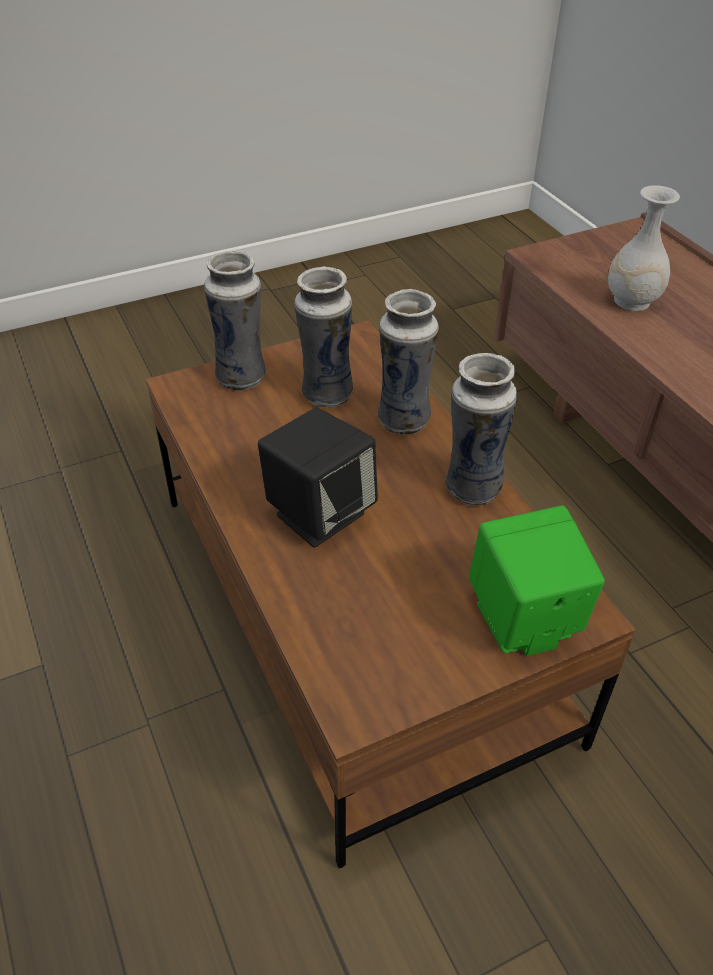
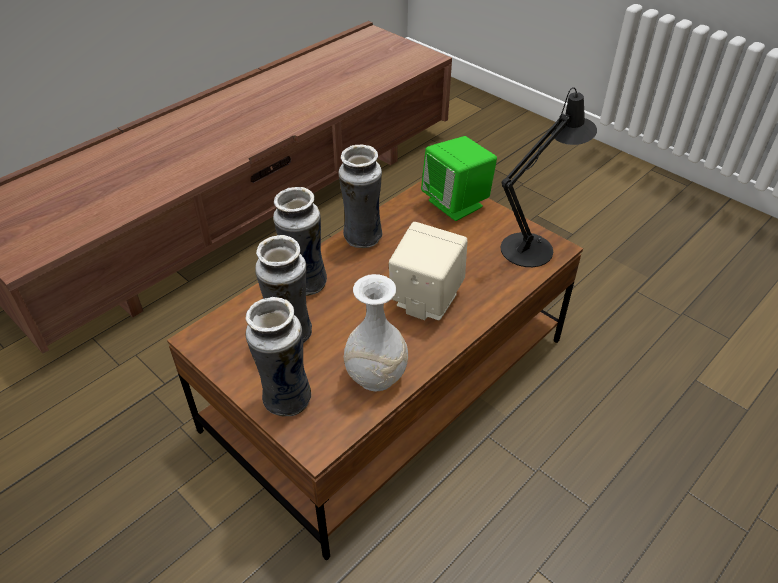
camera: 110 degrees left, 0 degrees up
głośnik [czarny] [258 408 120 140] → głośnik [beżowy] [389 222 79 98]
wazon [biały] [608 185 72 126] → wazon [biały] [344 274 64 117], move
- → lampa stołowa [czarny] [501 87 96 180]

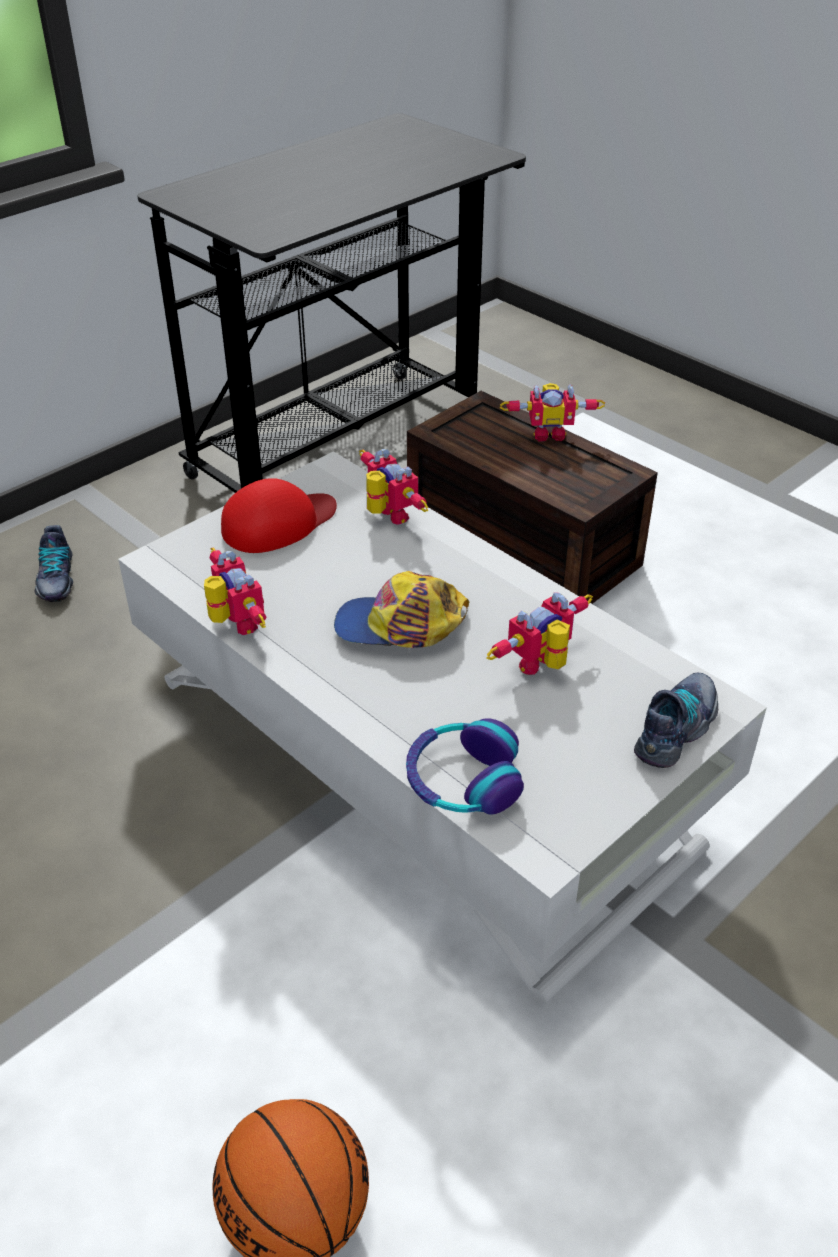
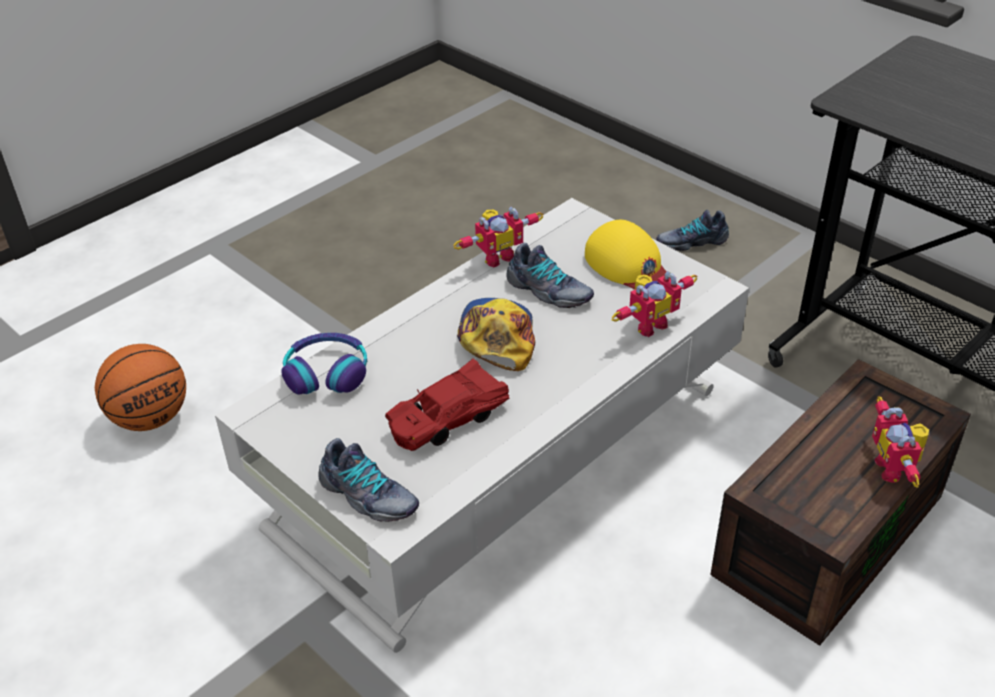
camera: 90 degrees right, 0 degrees up
czapka z daszkiem [czerwony] [221 478 116 75] → czapka z daszkiem [żółty] [585 220 86 70]
robot zabawkowy [487 593 106 82] → samochodzik [czerwony] [385 358 124 93]
- → but [506 243 88 65]

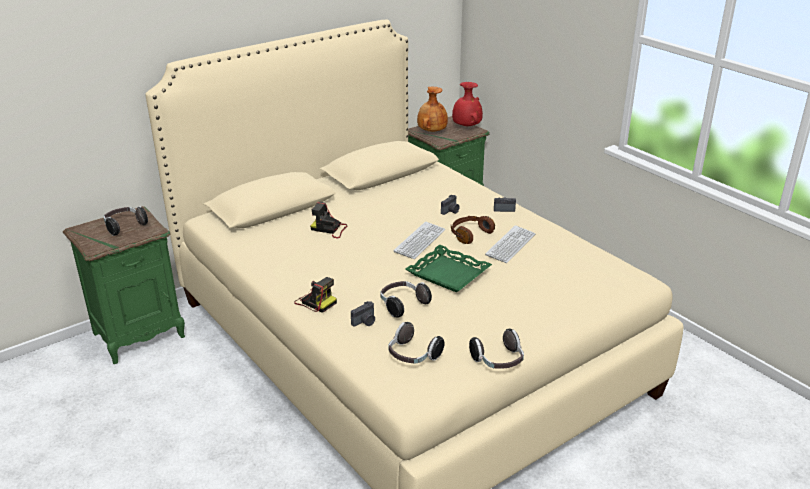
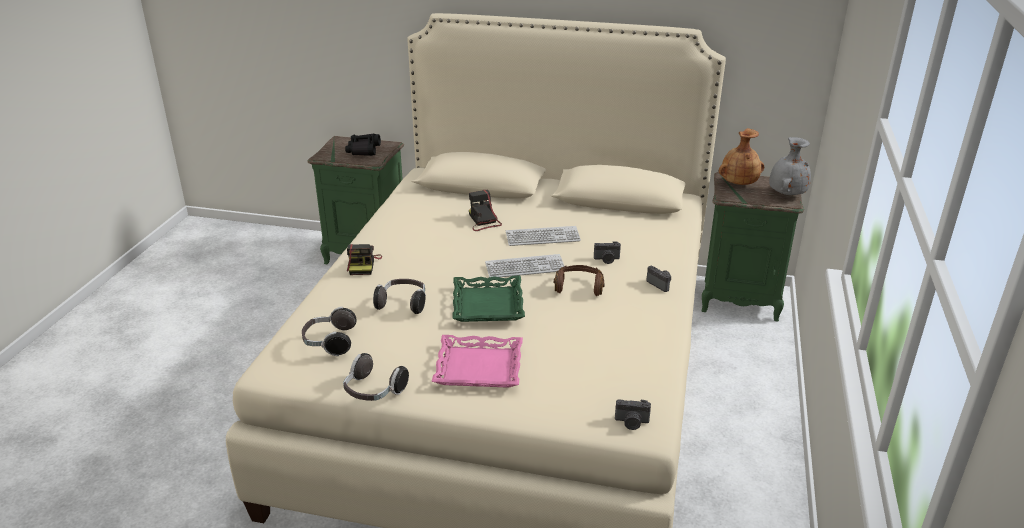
camera: 50 degrees right, 0 degrees up
słuchawki [103 206 45 30] → lornetka [czarny] [345 133 36 23]
aparat fotograficzny [351 301 24 26] → aparat fotograficzny [615 399 36 31], move
wazon [czerwony] [452 82 31 45] → wazon [szary] [769 137 42 58]
klawiatura [485 225 50 38] → klawiatura [506 226 75 20], move
- → taca [różowy] [432 335 91 53]

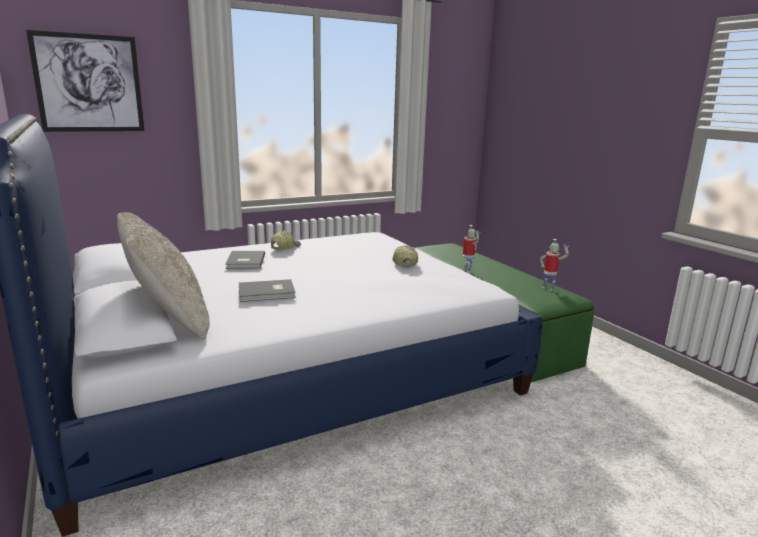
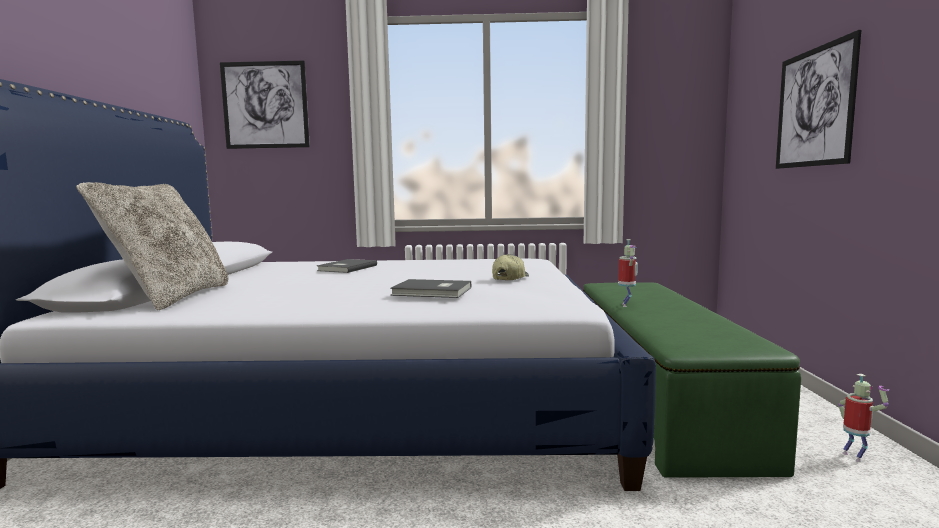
camera: 30 degrees right, 10 degrees down
książka [szary] [239 279 57 23] → książka [szary] [390 279 81 19], move
czapka z daszkiem [271 231 30 19] → -
robot zabawkowy [540 239 29 52] → robot zabawkowy [838 374 51 88], move
- → obraz [776 30 85 139]

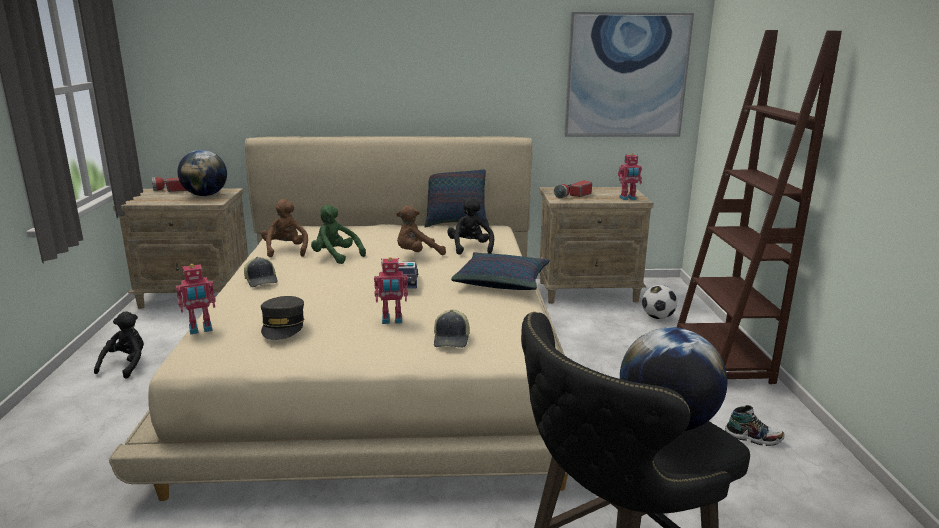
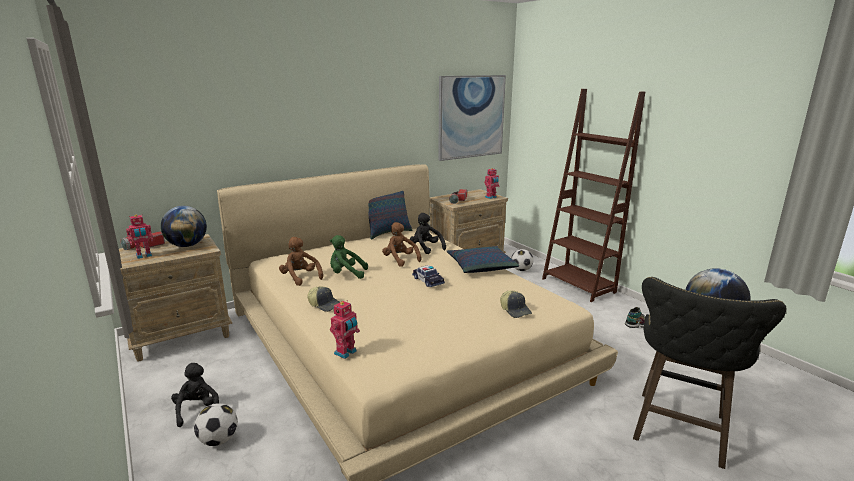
camera: 30 degrees left, 0 degrees up
czapka z daszkiem [szary] [261 296 44 44] → -
robot zabawkowy [374 257 34 67] → robot zabawkowy [126 215 27 44], move
pluszak [brązowy] [396 205 50 50] → pluszak [brązowy] [382 222 40 45], 105 degrees clockwise
- → piłka futbolowa [194 403 44 43]

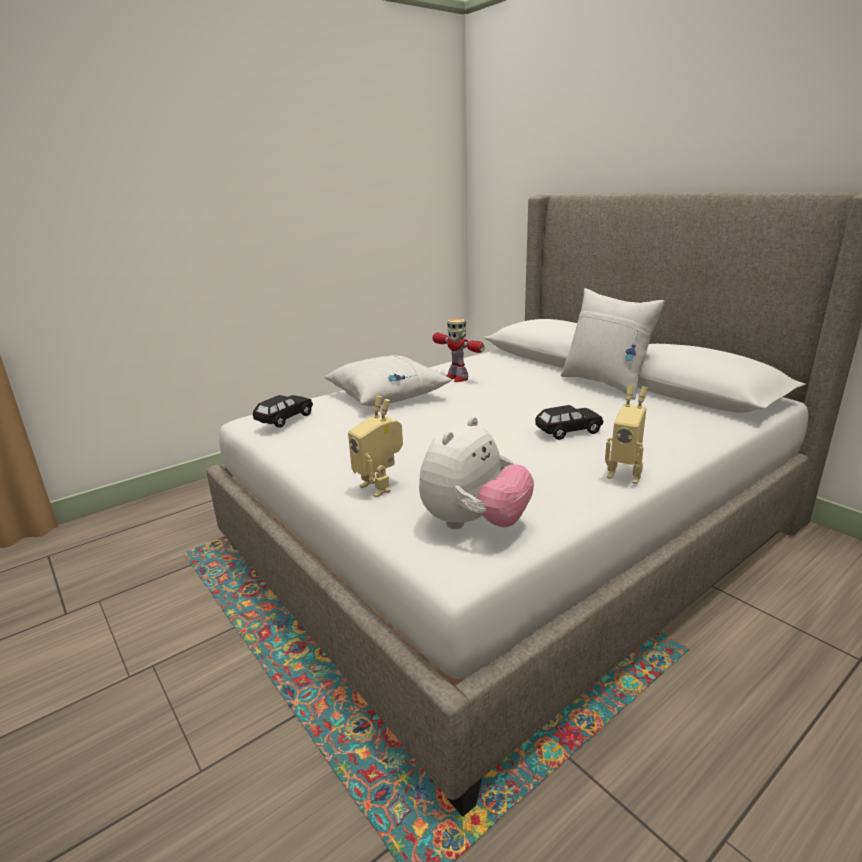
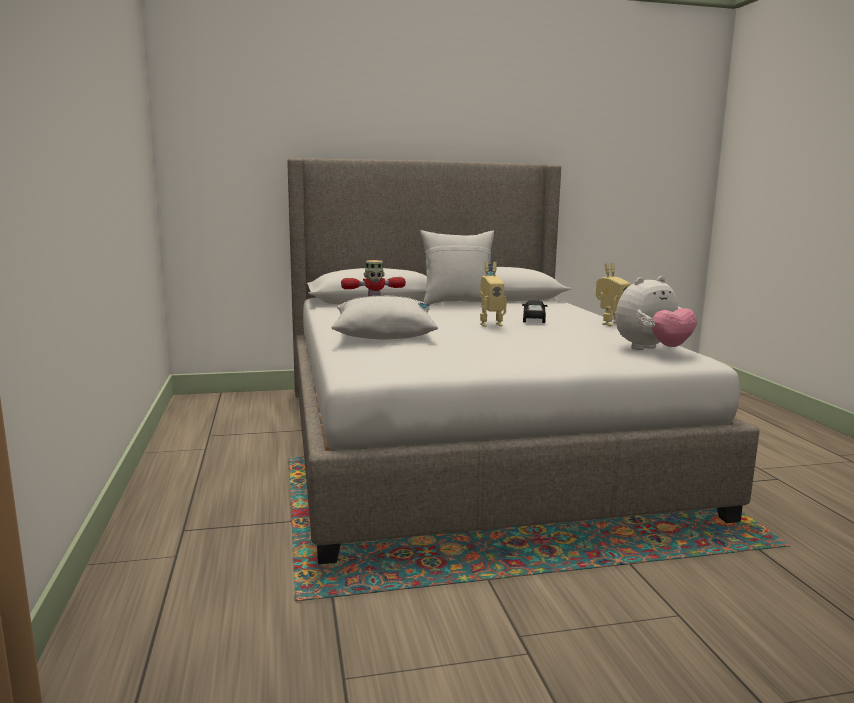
camera: 65 degrees left, 10 degrees down
samochodzik [czarny] [253 395 60 33] → -
robot zabawkowy [348 396 55 101] → robot zabawkowy [480 262 27 65], move
pluszak [419 417 115 112] → pluszak [615 276 82 74], 90 degrees clockwise

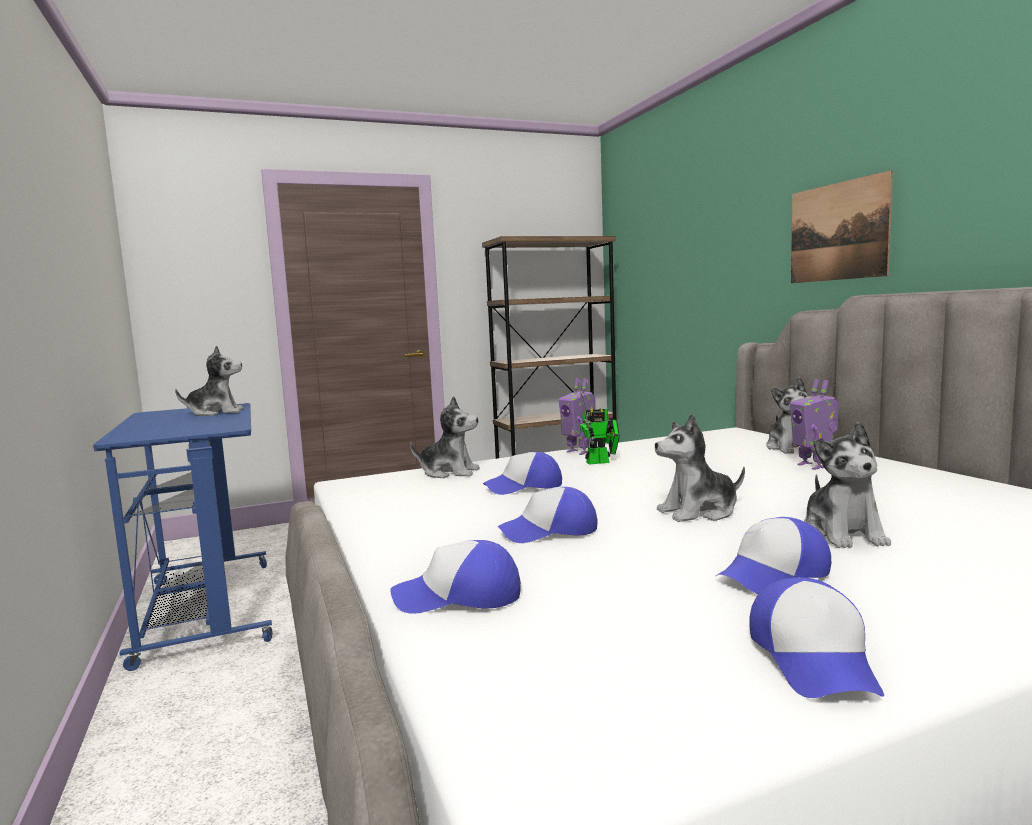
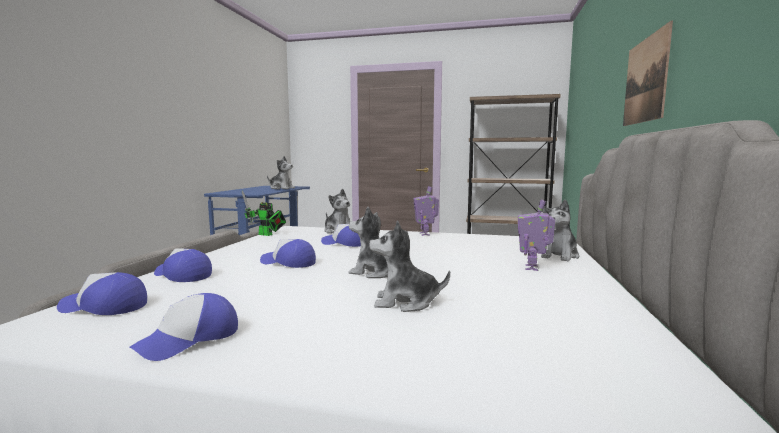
camera: 35 degrees right, 0 degrees up
robot zabawkowy [580 393 40 72] → robot zabawkowy [242 191 44 45], move
czapka z daszkiem [716 517 115 77] → czapka z daszkiem [57 272 90 43], move
pluszak [804 422 87 126] → pluszak [369 220 81 92], 60 degrees clockwise

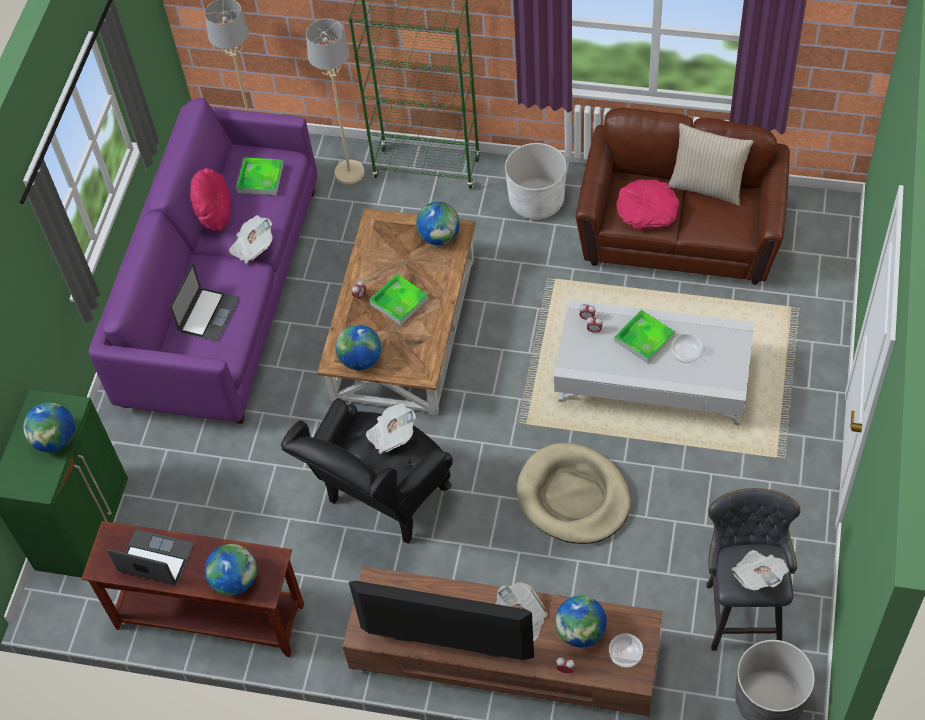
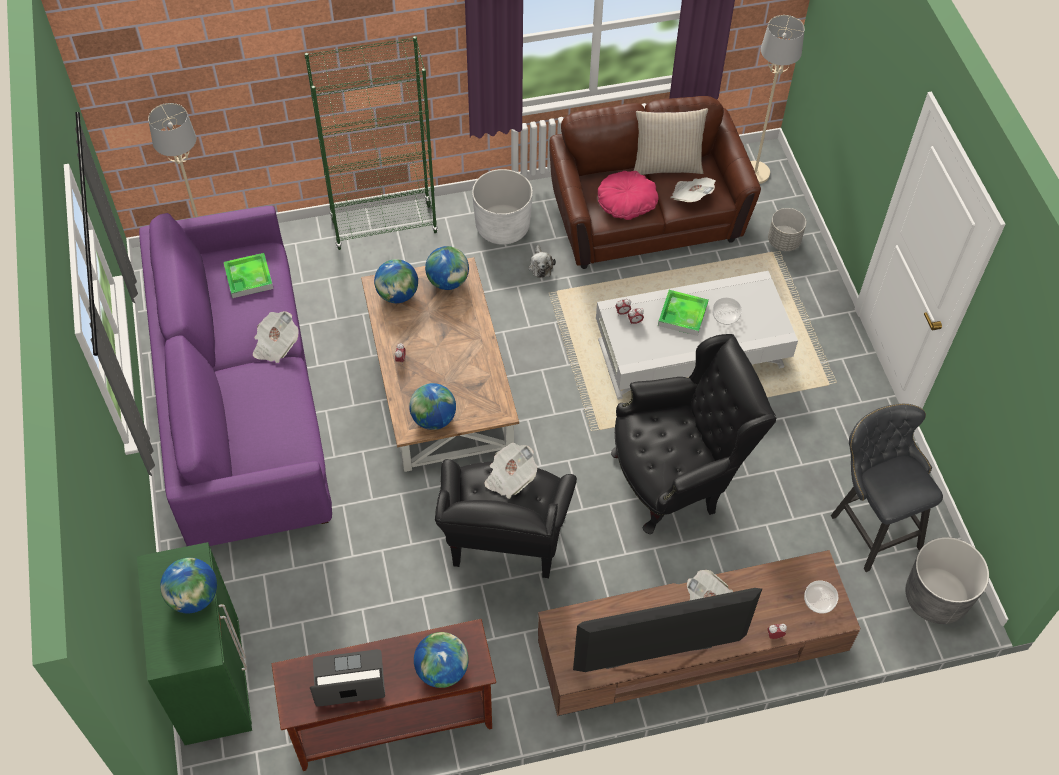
camera: 30 degrees left, 0 degrees up
laptop [170 264 69 77] → -
poduszka [różowy] [190 168 41 63] → -
lampa stojąca [beżowy] [306 18 59 166] → lampa stojąca [beżowy] [751 15 54 169], move
taca [369 274 59 52] → -
legowisko [beżowy] [517 443 114 101] → fotel [czarny] [611 334 165 200]
globus [555 595 52 52] → globus [374 259 44 44], move
gazeta [731 550 58 40] → gazeta [670 177 46 25], move
- → pluszak [528 244 28 34]
- → donica [szary] [768 208 38 43]

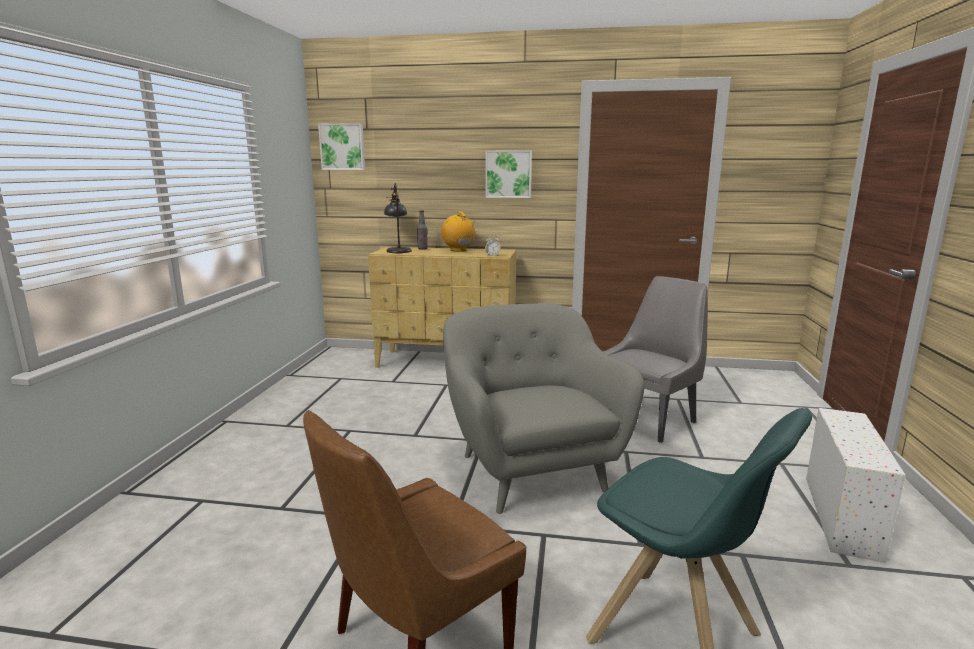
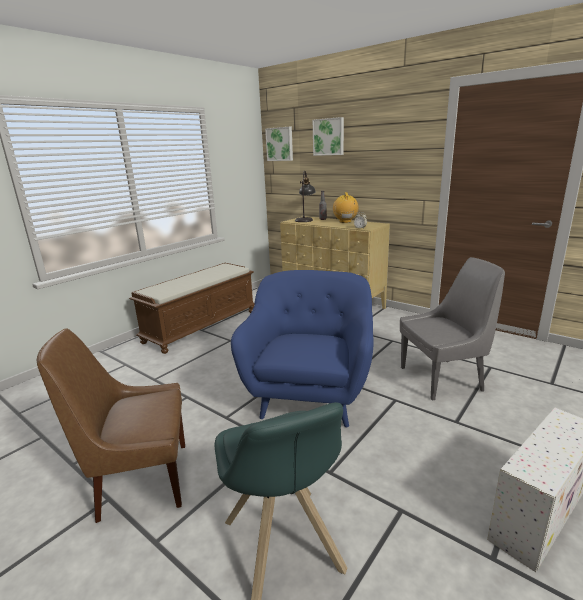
camera: 30 degrees right, 5 degrees up
fotel [szary] [443 303 201 211] → fotel [niebieski] [231 270 142 157]
obraz [485 150 47 48] → obraz [313 117 31 39], move
- → ławka [brązowy] [129 263 126 91]

